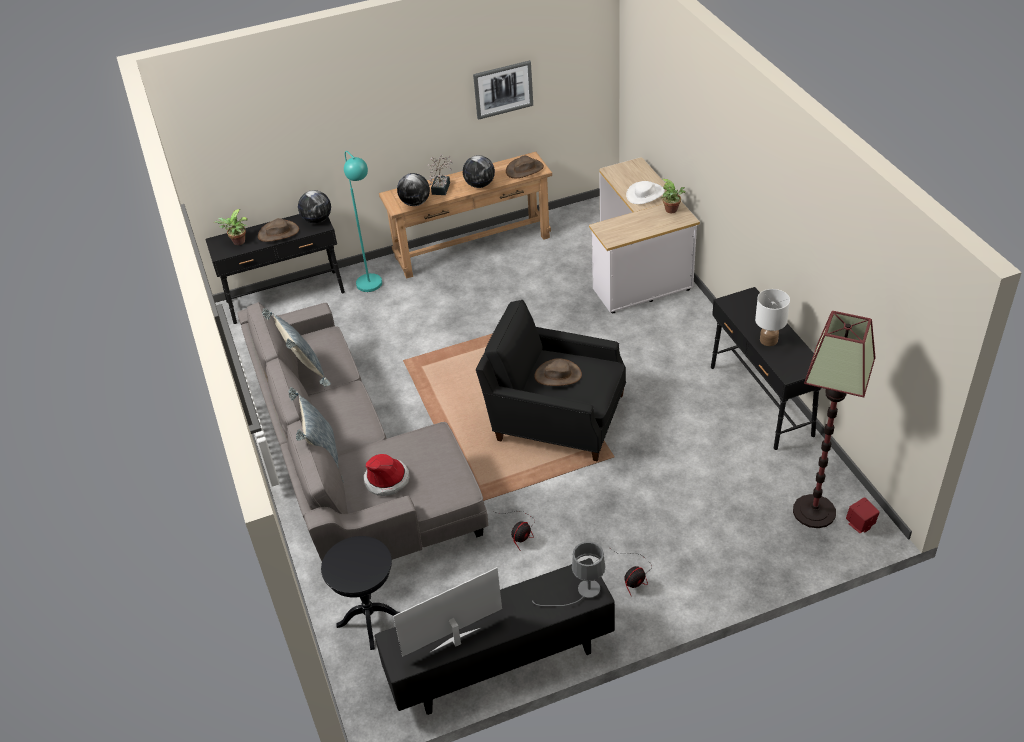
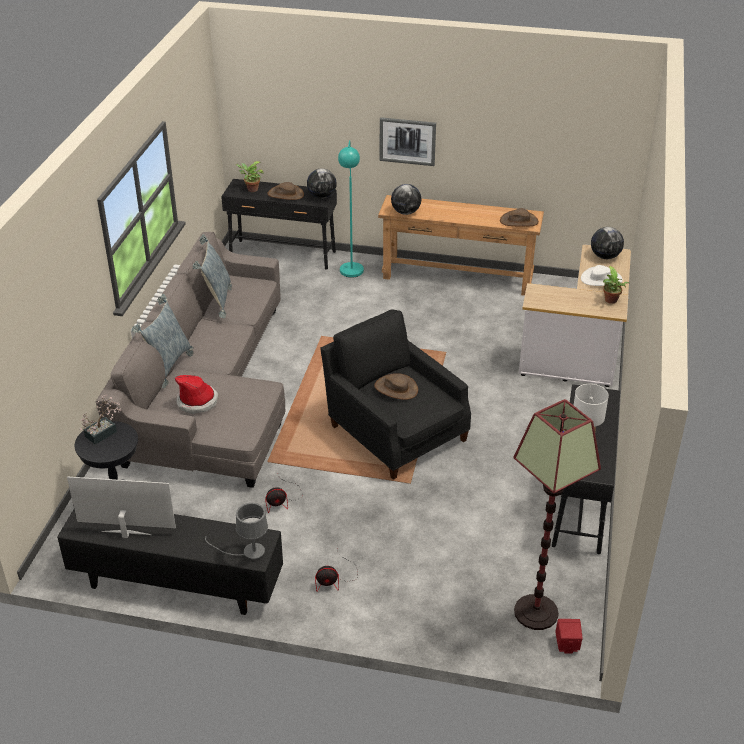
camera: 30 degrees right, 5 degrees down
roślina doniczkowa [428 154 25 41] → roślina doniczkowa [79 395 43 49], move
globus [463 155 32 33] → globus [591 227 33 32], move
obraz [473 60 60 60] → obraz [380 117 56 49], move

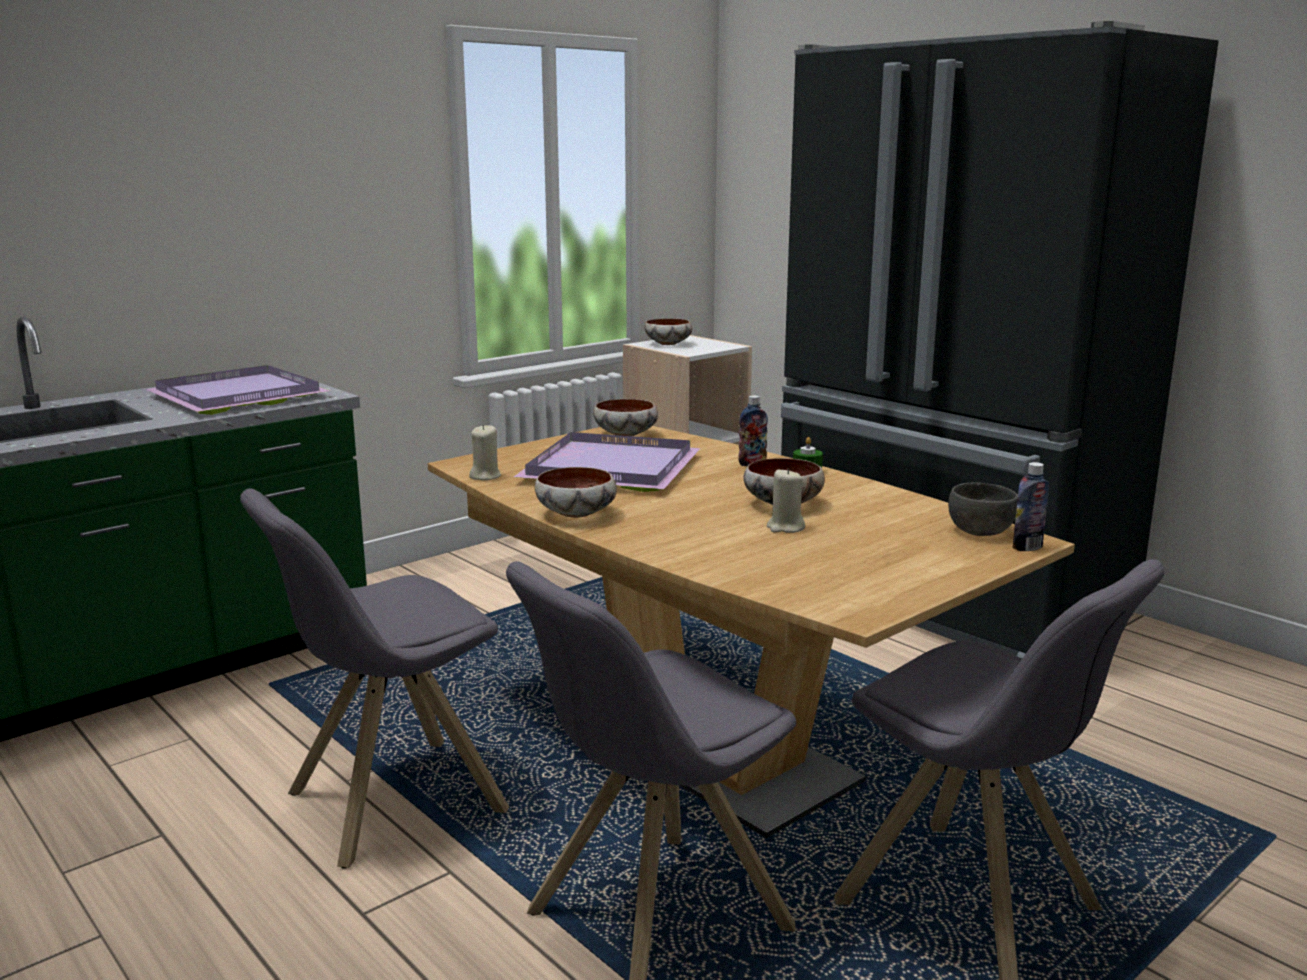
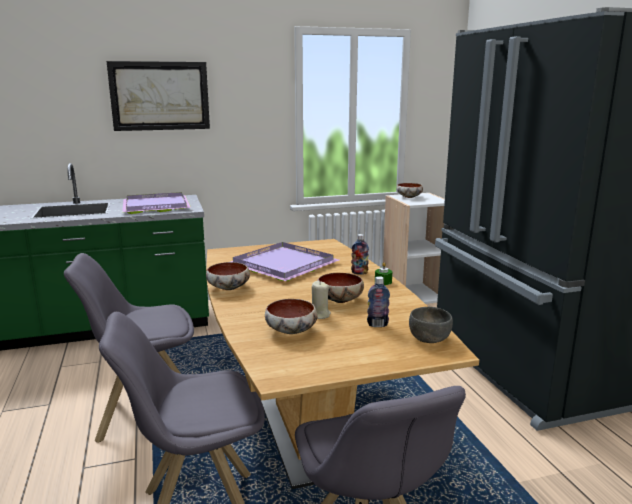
camera: 25 degrees right, 0 degrees up
świeca [beżowy] [469 424 32 57] → -
miska [593 399 65 37] → miska [265 299 52 35], move
butelka [1013 462 36 89] → butelka [367 276 23 51], move
- → obraz [107 61 103 70]

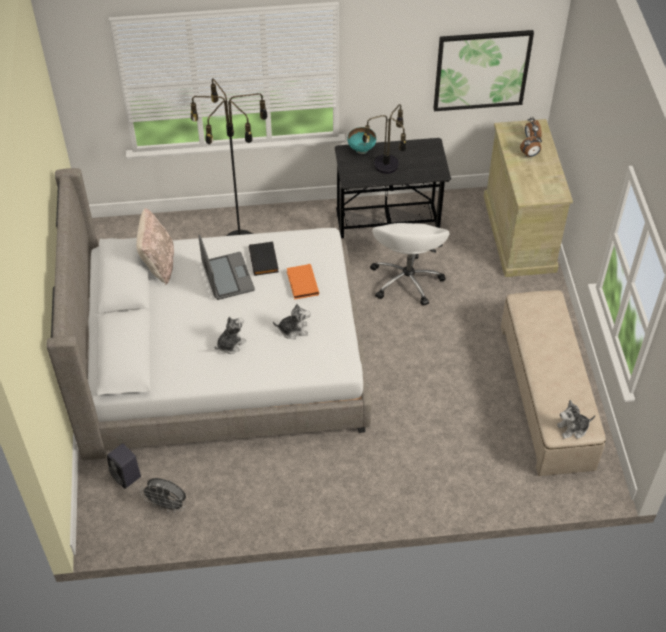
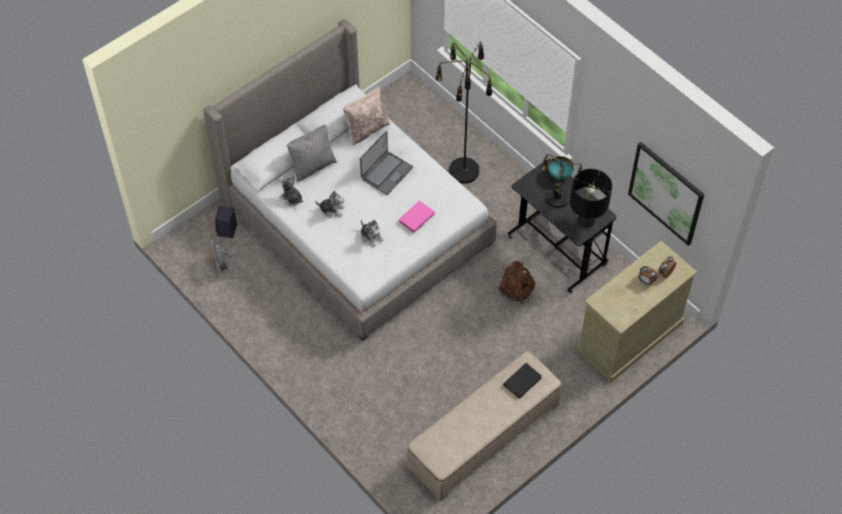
camera: 55 degrees right, 5 degrees up
książka [czarny] [249 242 30 34] → książka [czarny] [503 363 39 36], move
książka [pomarańczowy] [287 264 32 36] → książka [różowy] [398 201 37 32]
krzesło biurowe [biały] [370 223 79 83] → plecak [brązowy] [498 261 37 43]
pluszak [557 400 38 39] → pluszak [279 175 24 32], move
- → poduszka [szary] [287 124 50 58]
- → lampa stołowa [czarny] [570 169 42 59]

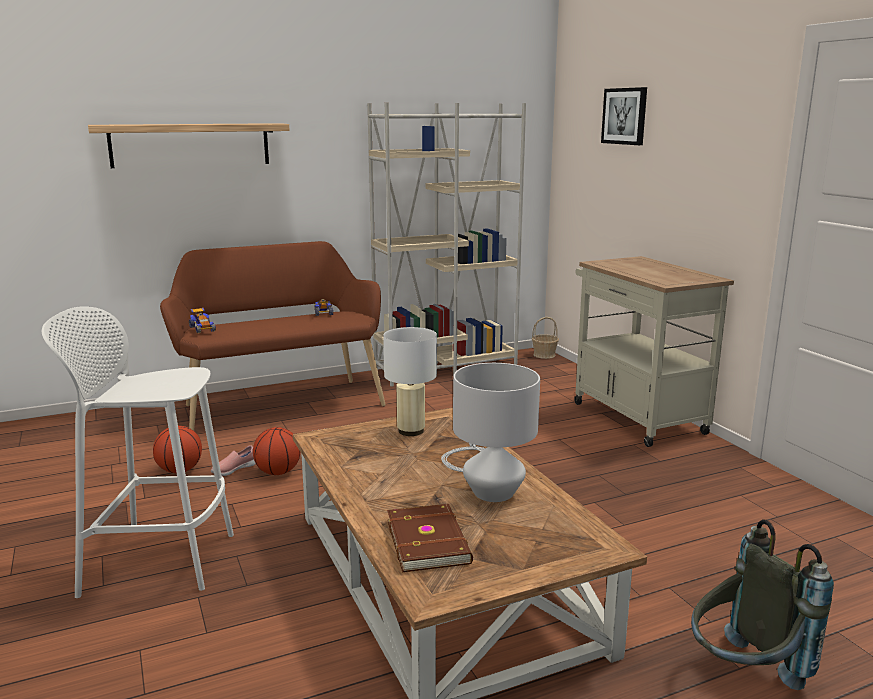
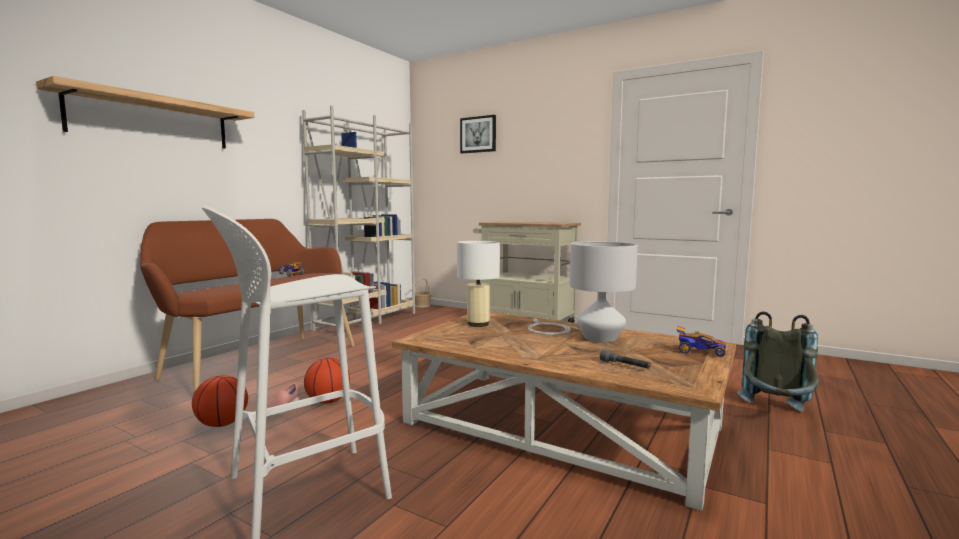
camera: 35 degrees left, 10 degrees down
samochodzik [189 308 27 25] → samochodzik [676 326 50 31], move
książka [brązowy] [387 504 86 68] → latarka [szary] [600 349 51 20]

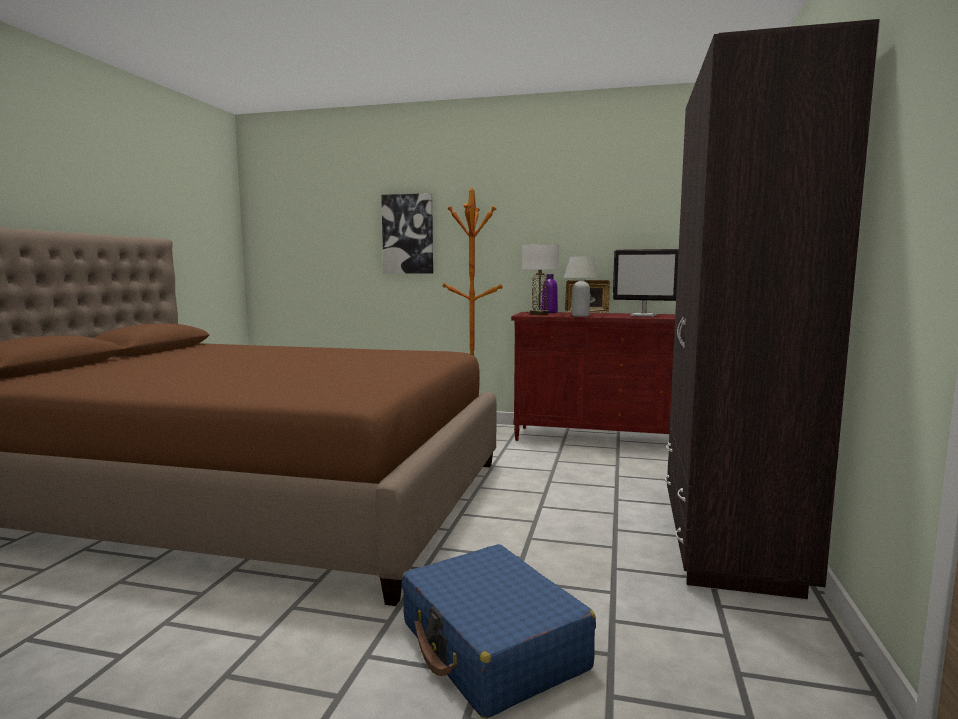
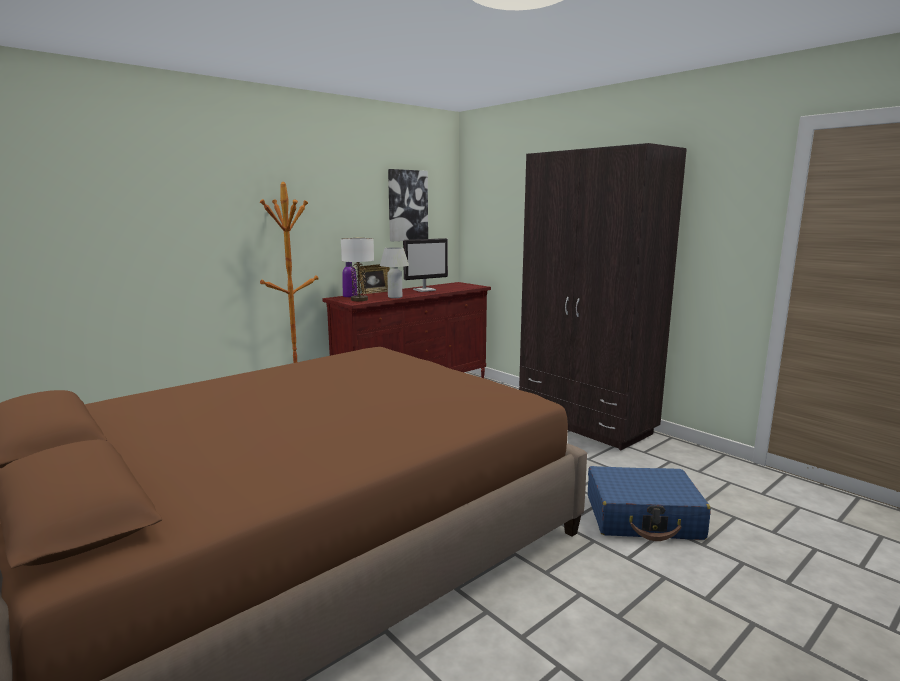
camera: 55 degrees left, 5 degrees up
obraz [381 193 52 81] → obraz [388 169 40 72], move

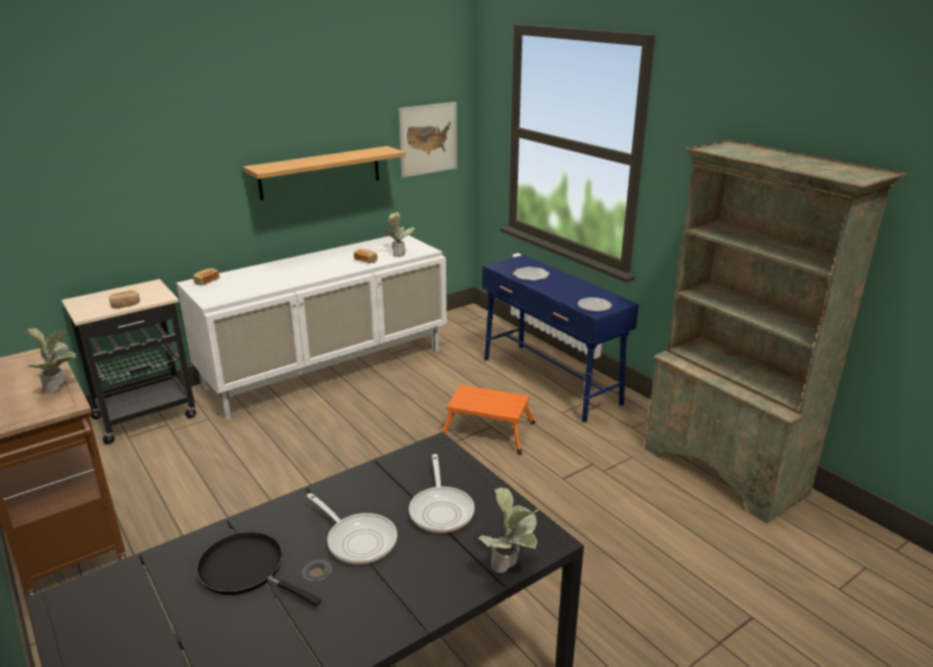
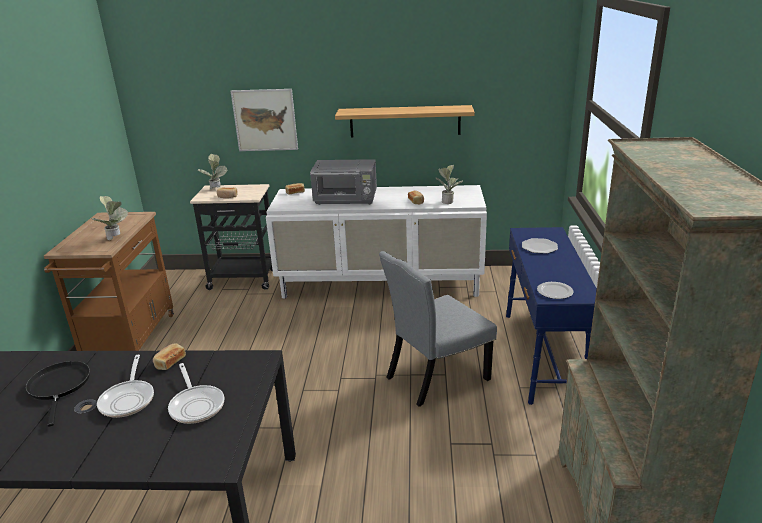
camera: 40 degrees right, 0 degrees up
obraz [399 102 58 76] → obraz [231 89 67 62], move
patelnia [409 454 66 79] → patelnia [168 363 56 61], 60 degrees counterclockwise
drabinka [pomarańczowy] [442 384 94 71] → krzesło [szary] [379 251 118 156]
roślina doniczkowa [478 487 61 87] → roślina doniczkowa [197 154 30 35], move
- → chleb [153 343 33 27]
- → mikrofalówka [szary] [310 159 67 46]

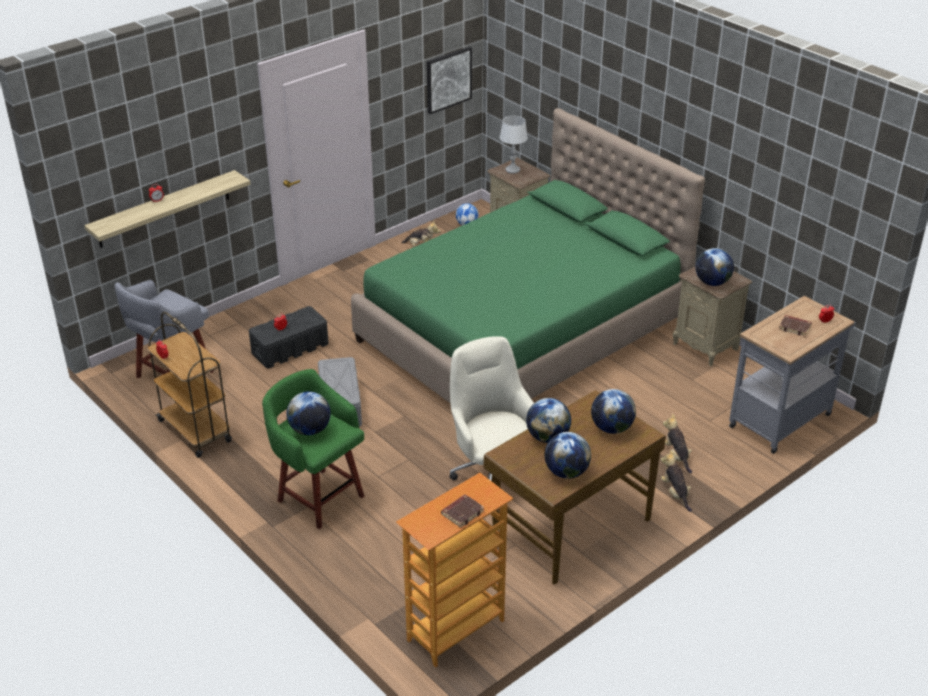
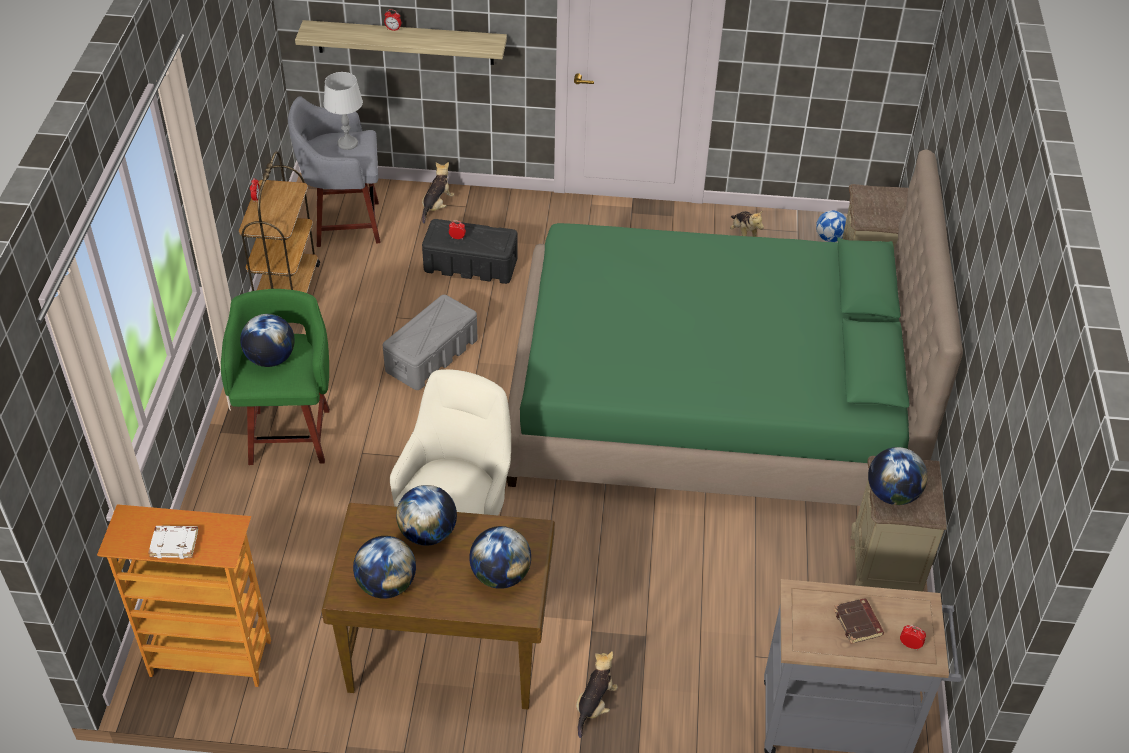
camera: 45 degrees right, 10 degrees up
obraz [427 47 45 67] → -
książka [brązowy] [441 494 43 34] → książka [biały] [148 526 50 33]
lampa stołowa [szary] [500 116 28 58] → lampa stołowa [szary] [323 72 40 78], move
pluszak [663 414 29 60] → pluszak [422 162 32 62], move

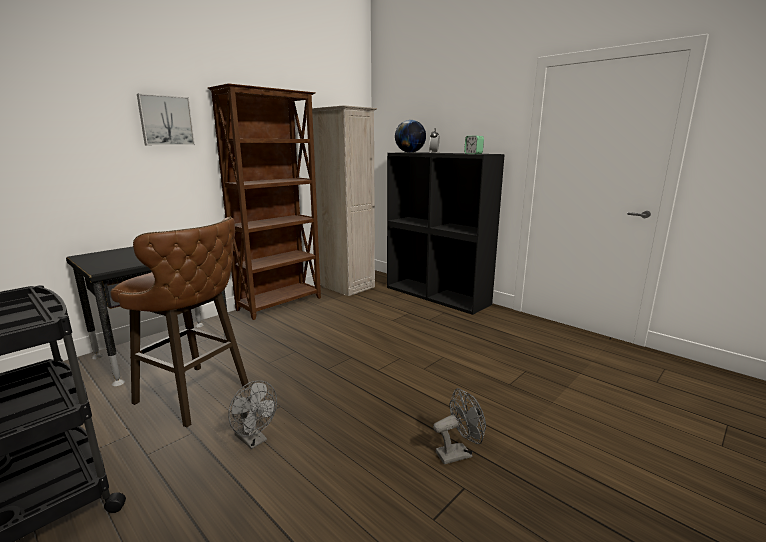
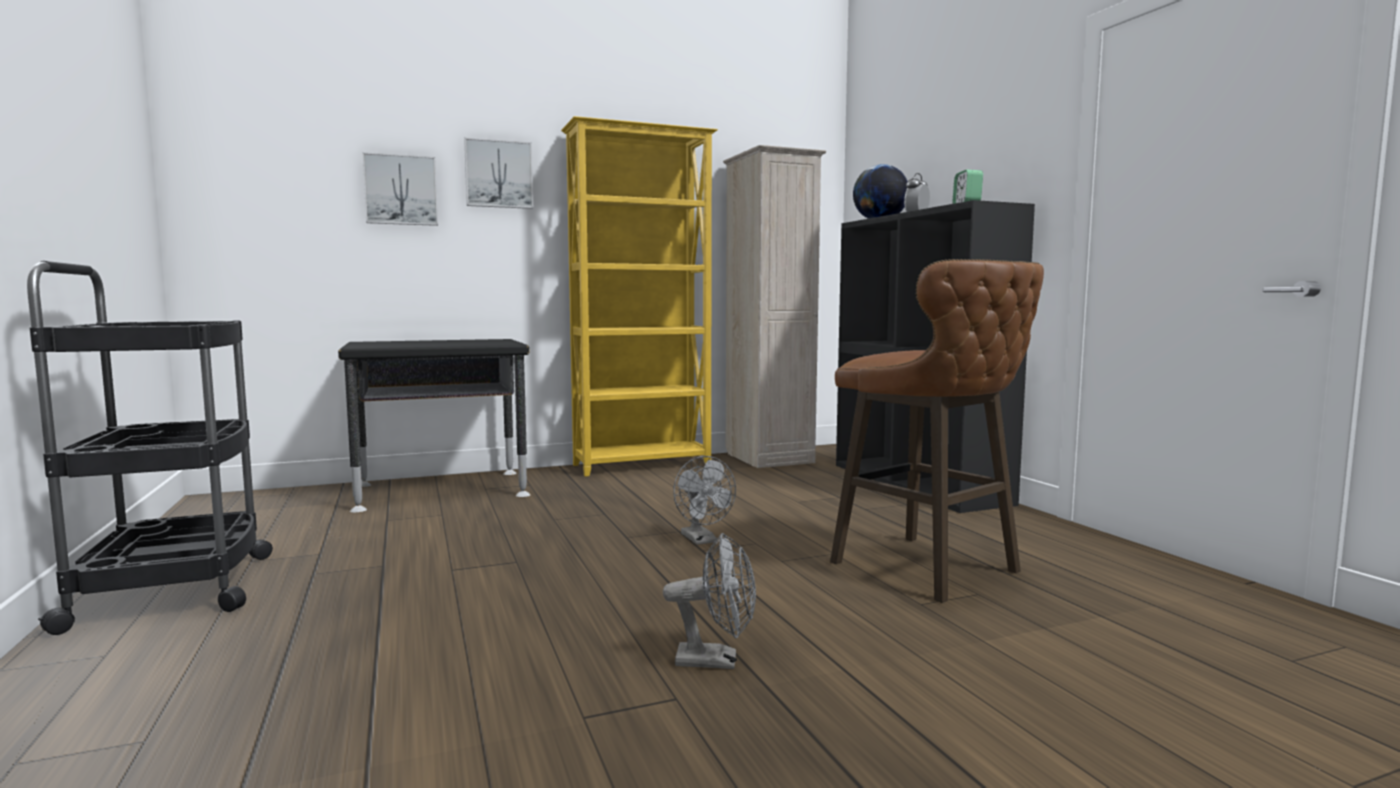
camera: 25 degrees right, 10 degrees down
stołek [brązowy] [110 217 139 211] → stołek [brązowy] [830 259 214 344], move
regał [brązowy] [208 83 113 237] → regał [żółty] [561 116 157 361]
wentylator [szary] [228 380 49 69] → wentylator [szary] [673 456 63 89], move
- → obraz [362 152 76 74]

